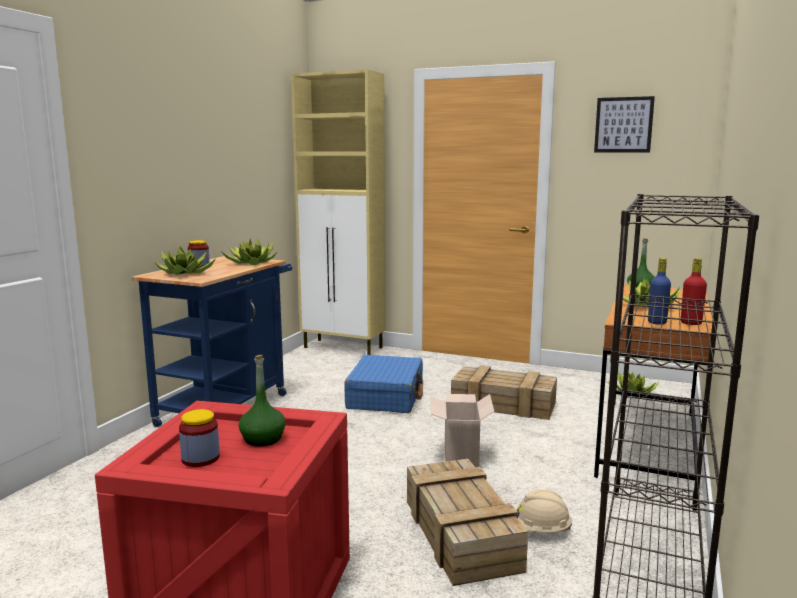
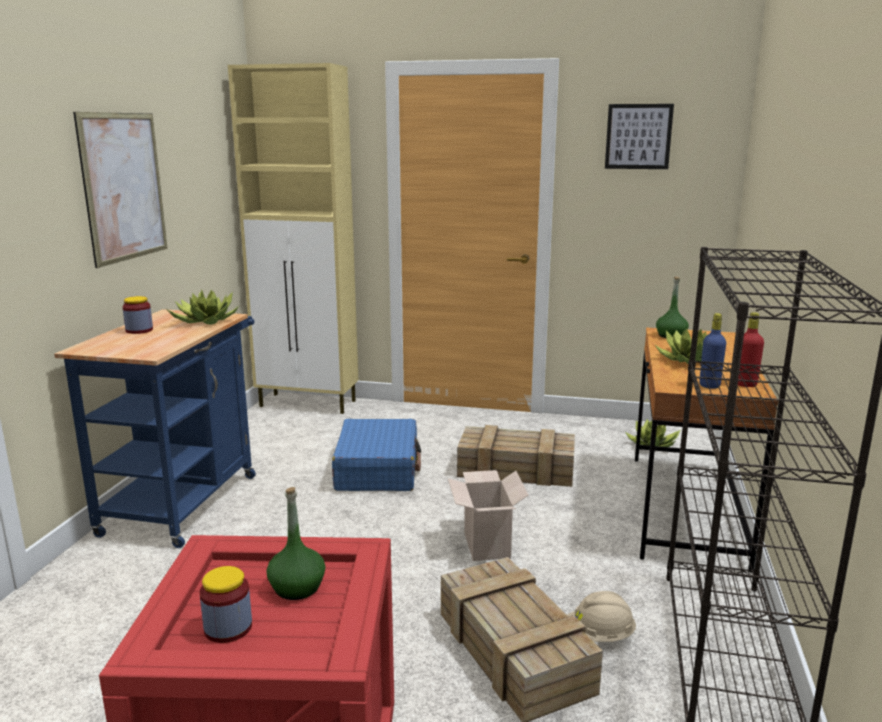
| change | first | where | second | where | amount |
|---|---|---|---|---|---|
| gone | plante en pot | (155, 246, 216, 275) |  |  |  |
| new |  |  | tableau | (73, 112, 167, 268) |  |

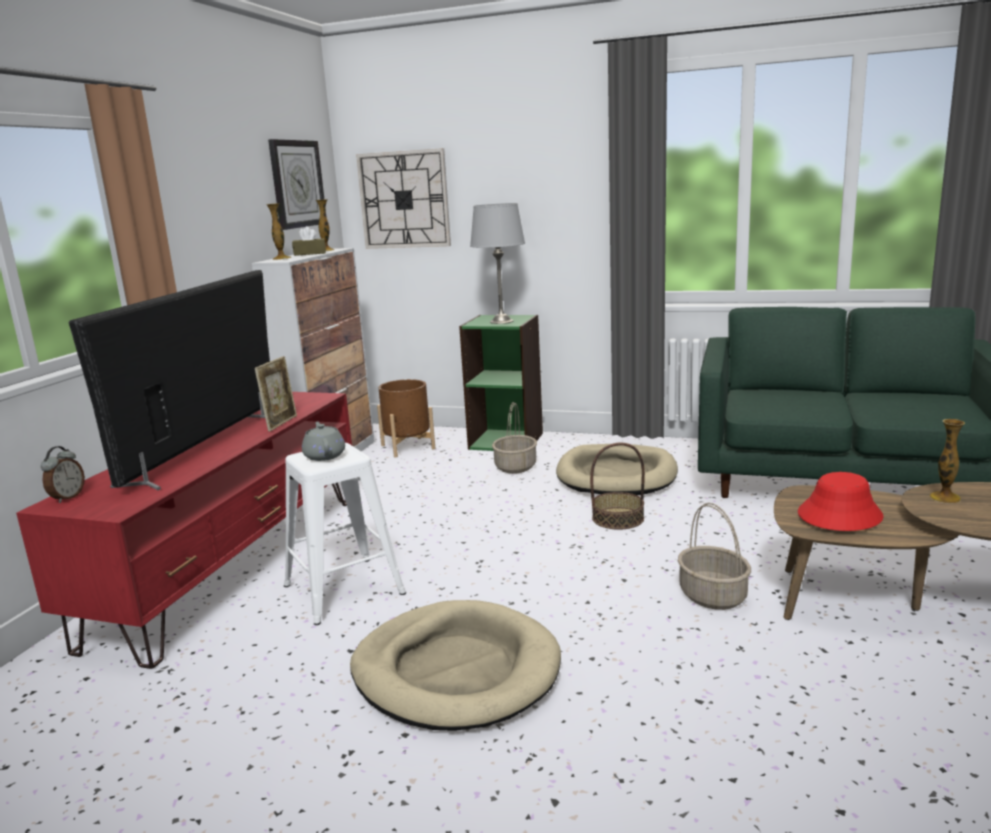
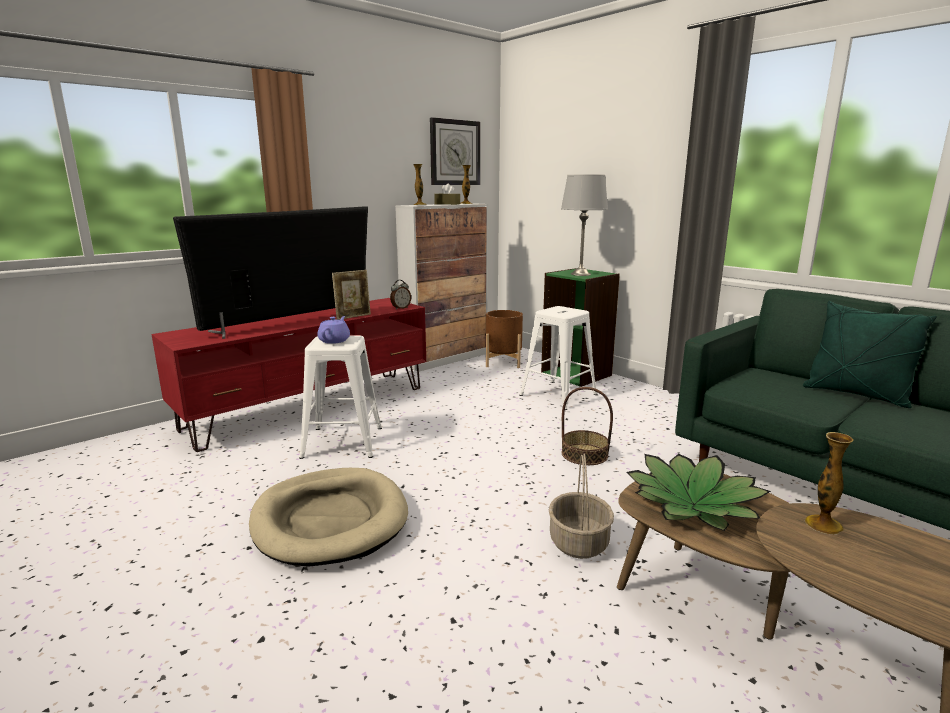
| change | first | where | second | where | amount |
|---|---|---|---|---|---|
| shifted | réveil | (41, 446, 85, 503) |  | (390, 280, 411, 310) |  |
| repainted | théière [gris] | (302, 421, 345, 461) | théière [violet] | (317, 316, 350, 344) |  |
| gone | horloge murale | (356, 148, 451, 249) |  |  |  |
| swapped | panier | (492, 402, 537, 474) | tabouret [blanc] | (519, 306, 598, 410) |  |
| gone | panier pour chien [beige] | (556, 444, 678, 495) |  |  |  |
| swapped | chapeau [rouge] | (798, 472, 884, 531) | plante en pot | (627, 454, 771, 531) |  |
| new |  |  | coussin [vert] | (803, 301, 937, 408) |  |

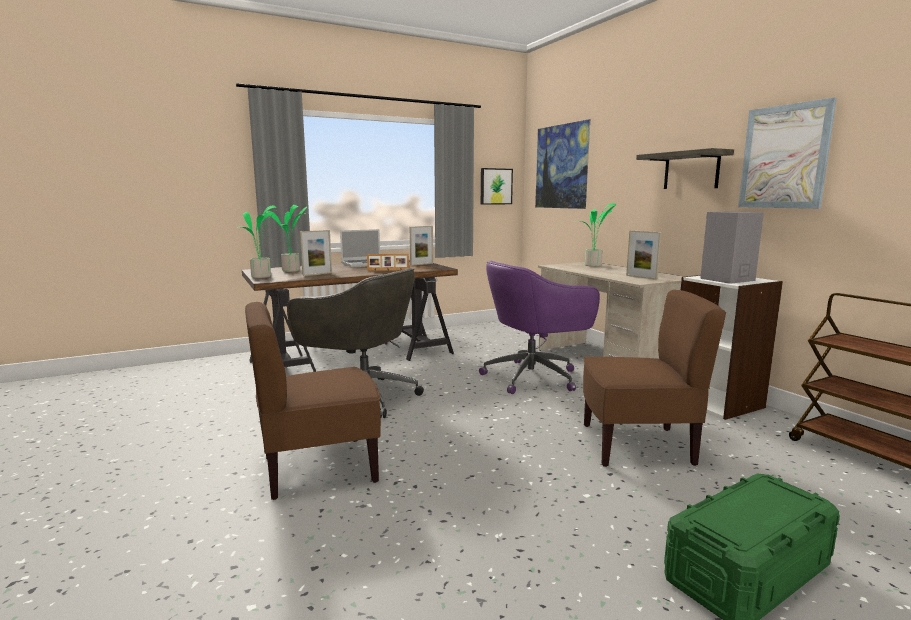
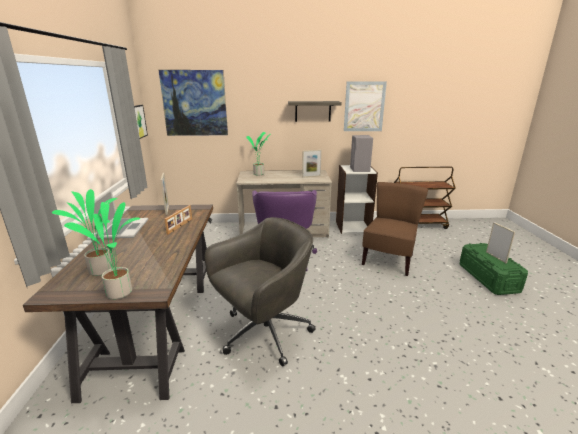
| change | first | where | second | where | amount |
|---|---|---|---|---|---|
| gone | chaise [marron] | (245, 302, 381, 500) |  |  |  |
| shifted | cadre photo | (300, 230, 332, 276) |  | (486, 222, 516, 263) |  |

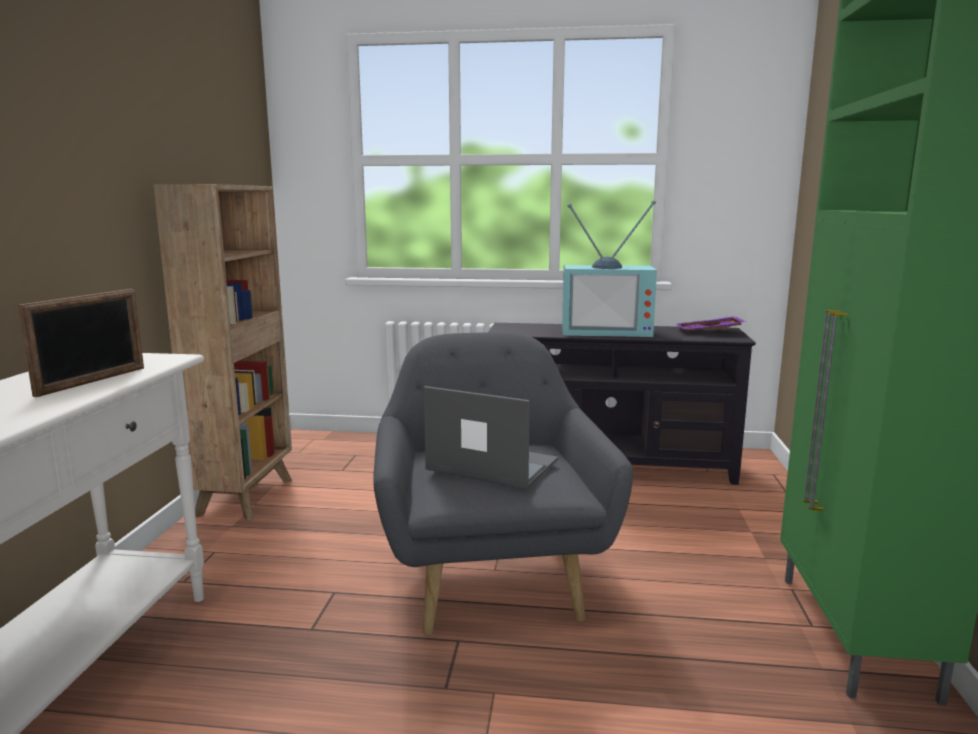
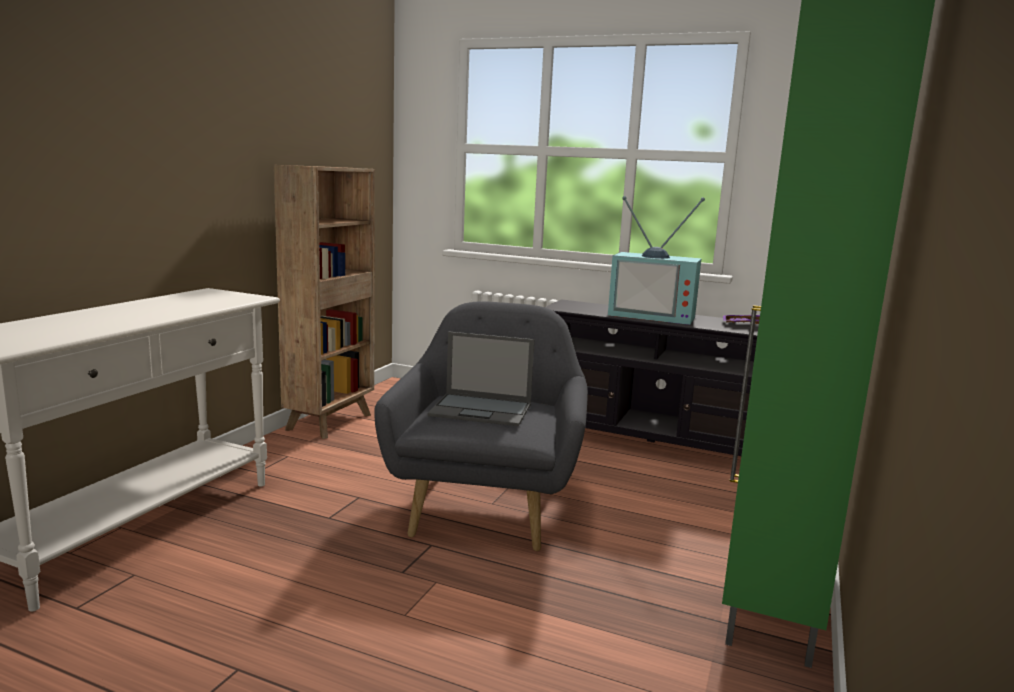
| change | first | where | second | where | amount |
|---|---|---|---|---|---|
| gone | cadre photo | (18, 289, 144, 397) |  |  |  |
| rotated | ordinateur portable | (424, 386, 558, 489) |  | (428, 332, 534, 426) | 150 degrees clockwise |

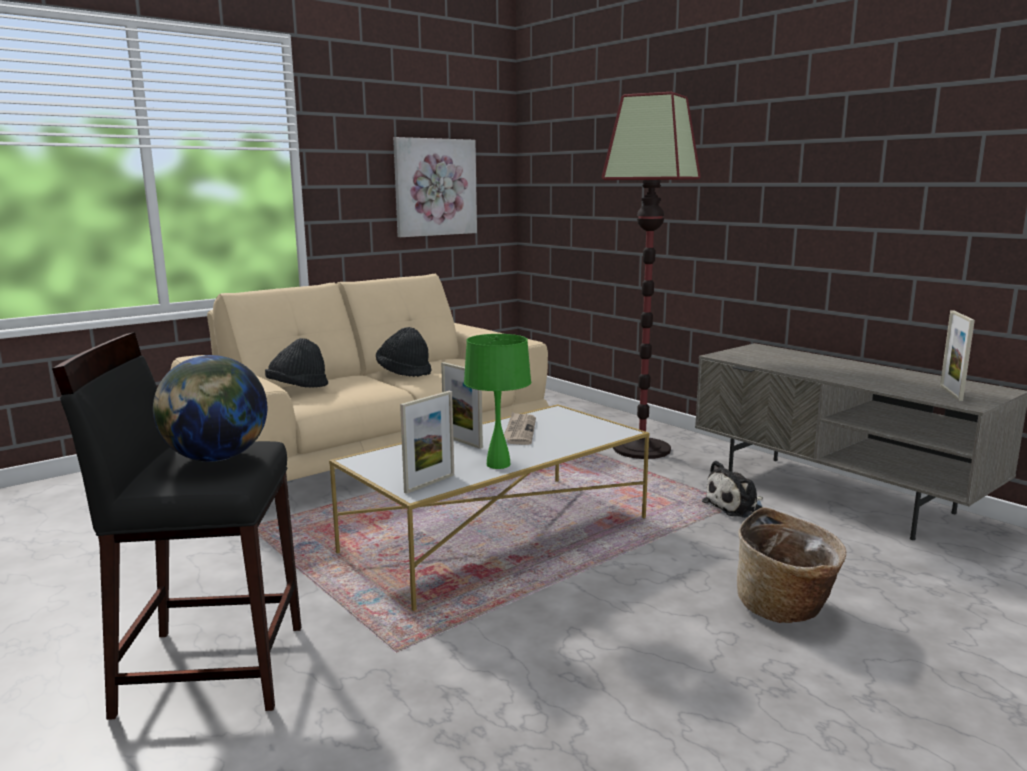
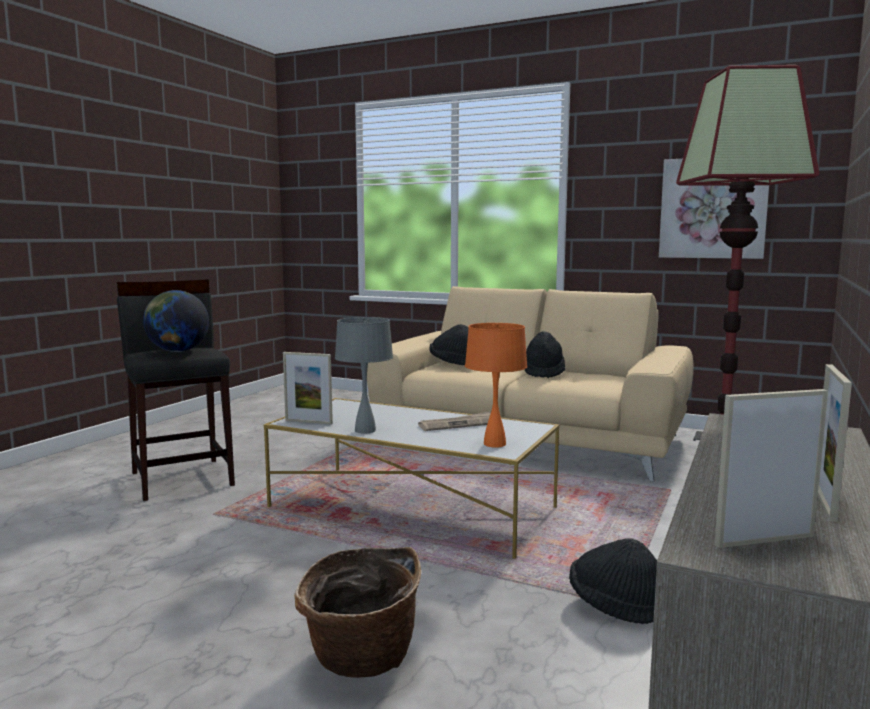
| change | first | where | second | where | amount |
|---|---|---|---|---|---|
| shifted | cadre photo | (441, 362, 483, 449) |  | (818, 364, 852, 522) |  |
| repainted | lampe de table [vert] | (464, 334, 531, 469) | lampe de table [gris] | (335, 317, 393, 434) |  |
| swapped | peluche | (702, 461, 763, 518) | chapeau [noir] | (569, 538, 657, 624) |  |
| new |  |  | lampe de table [orange] | (465, 323, 527, 448) |  |

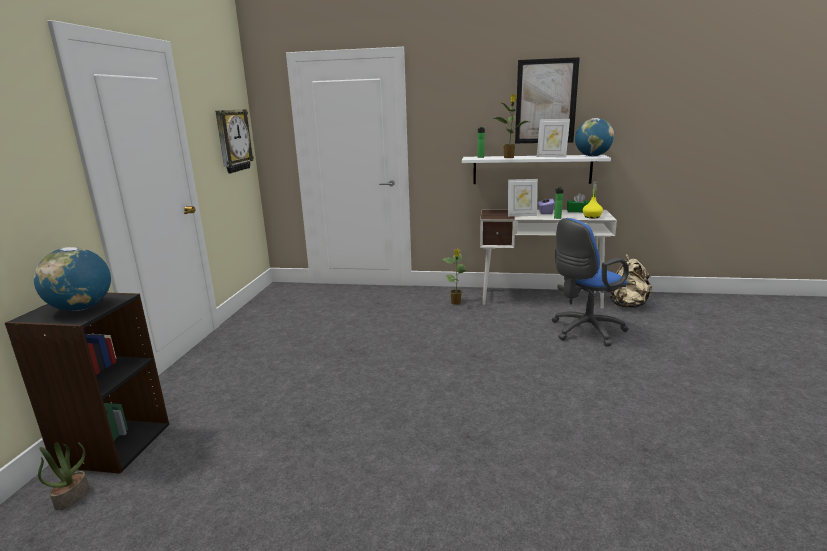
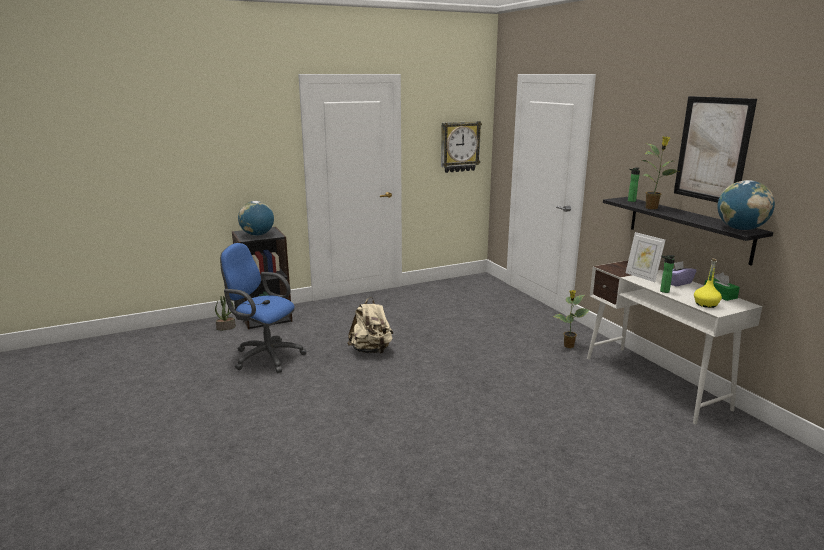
| change | first | where | second | where | amount |
|---|---|---|---|---|---|
| repainted | étagère [blanc] | (462, 155, 611, 184) | étagère [noir] | (603, 197, 773, 266) |  |
| gone | cadre photo | (537, 119, 570, 158) |  |  |  |
| shifted | chaise de bureau [bleu] | (551, 218, 629, 347) |  | (220, 243, 307, 373) |  |
| shifted | sac à dos [beige] | (610, 254, 652, 308) |  | (347, 297, 393, 354) |  |

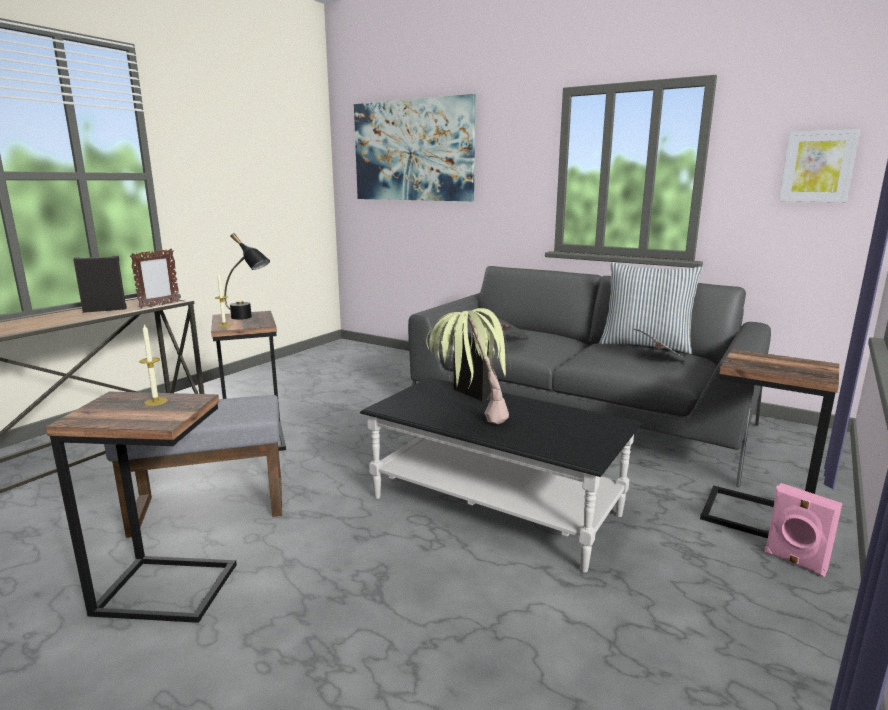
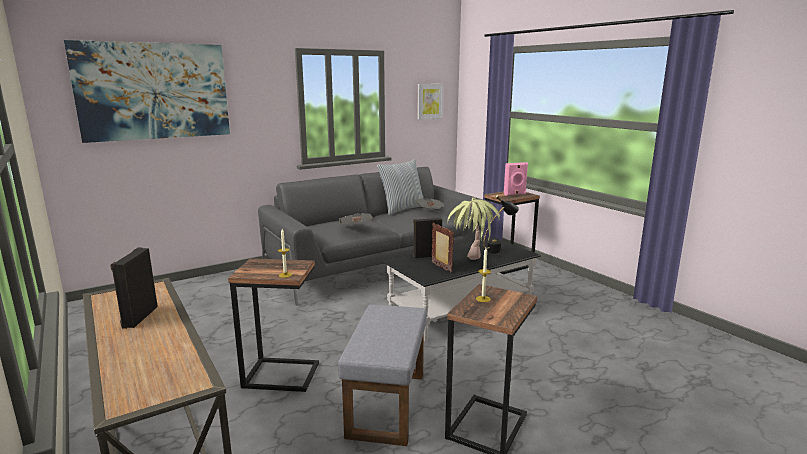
| change | first | where | second | where | amount |
|---|---|---|---|---|---|
| shifted | cadre photo | (130, 249, 180, 308) |  | (432, 222, 454, 273) |  |
| shifted | lampe de table [noir] | (224, 233, 270, 320) |  | (483, 195, 519, 253) |  |
| shifted | enceinte [rose] | (764, 483, 842, 577) |  | (504, 162, 528, 195) |  |

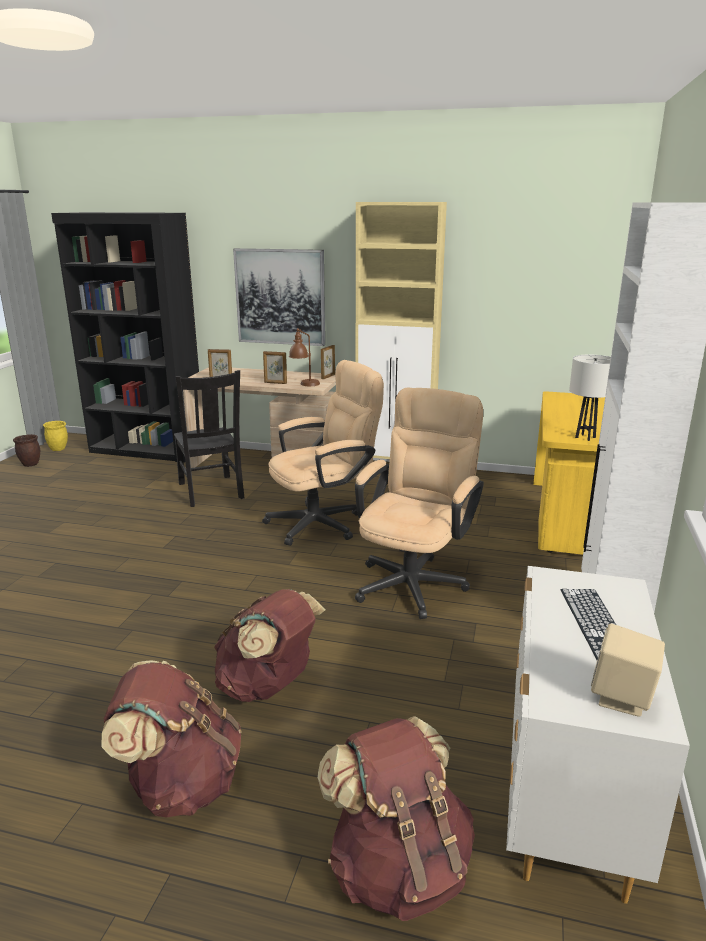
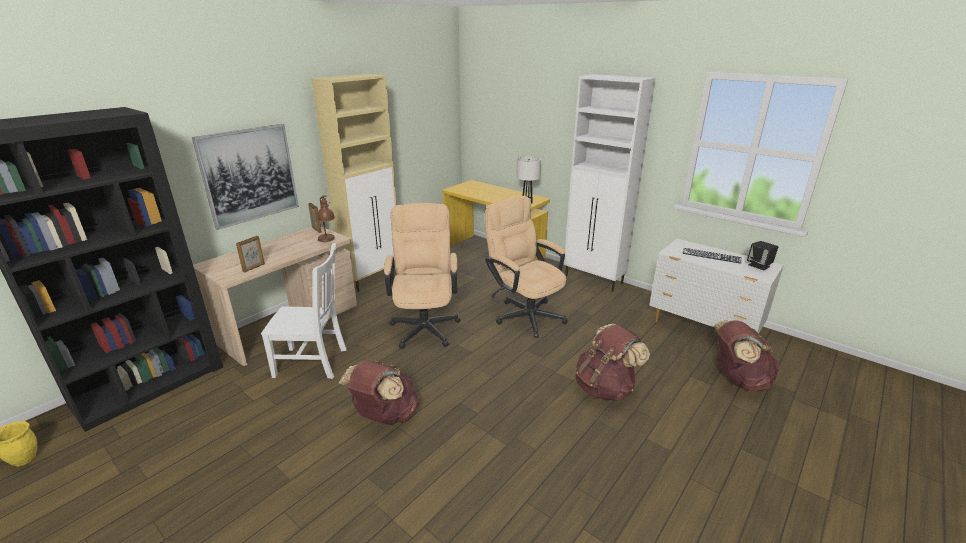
| change | first | where | second | where | amount |
|---|---|---|---|---|---|
| gone | cache-pot [marron] | (13, 434, 40, 467) |  |  |  |
| shifted | sac à dos [marron] | (101, 660, 242, 817) |  | (339, 361, 419, 425) |  |
| repainted | chaise [noir] | (174, 370, 244, 507) | chaise [blanc] | (261, 243, 347, 379) |  |
| gone | cadre photo | (263, 351, 287, 384) |  |  |  |
| repainted | enceinte [beige] | (591, 623, 665, 717) | enceinte [noir] | (747, 241, 778, 270) |  |

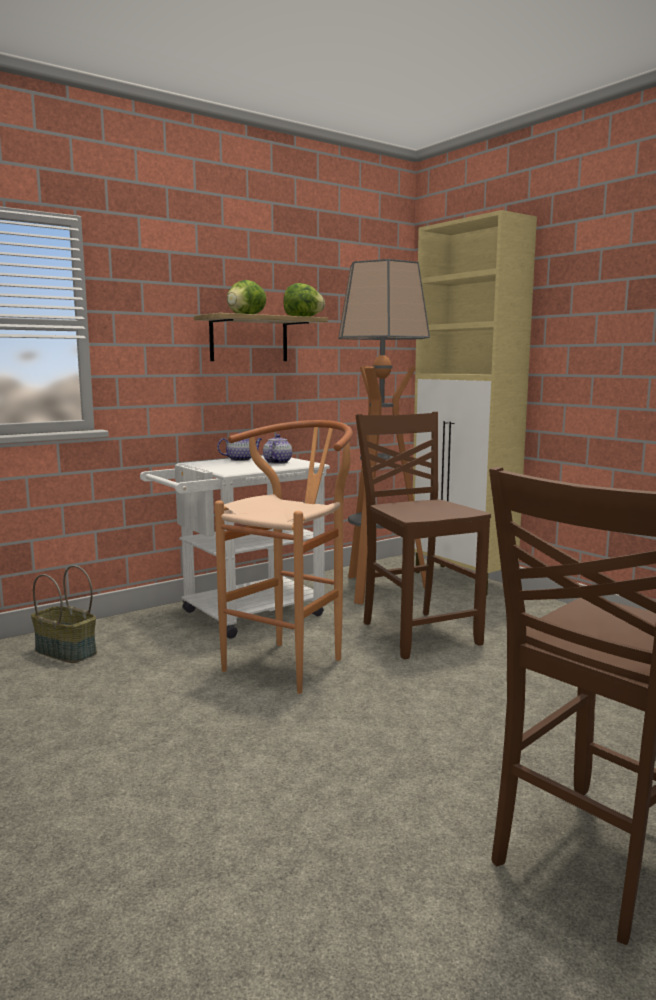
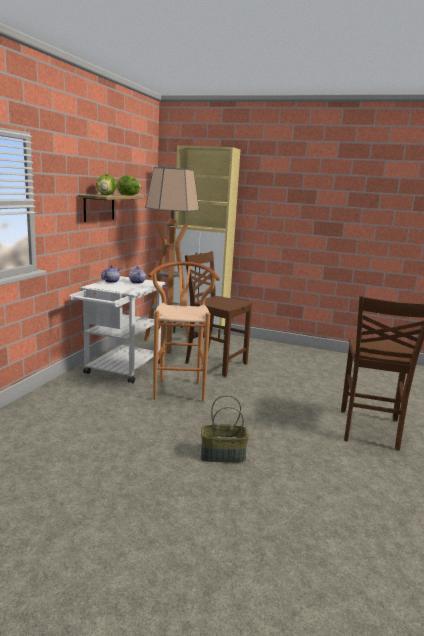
| change | first | where | second | where | amount |
|---|---|---|---|---|---|
| shifted | panier | (31, 565, 97, 663) |  | (201, 395, 249, 463) |  |

